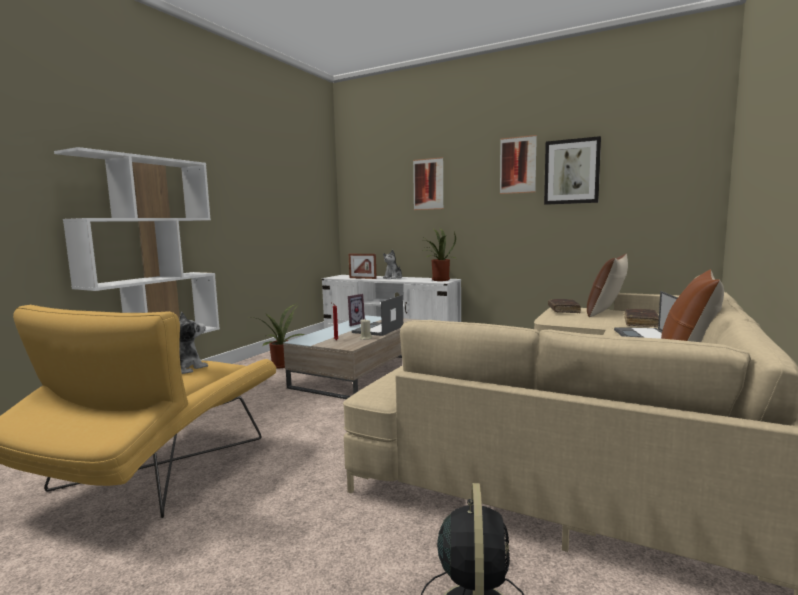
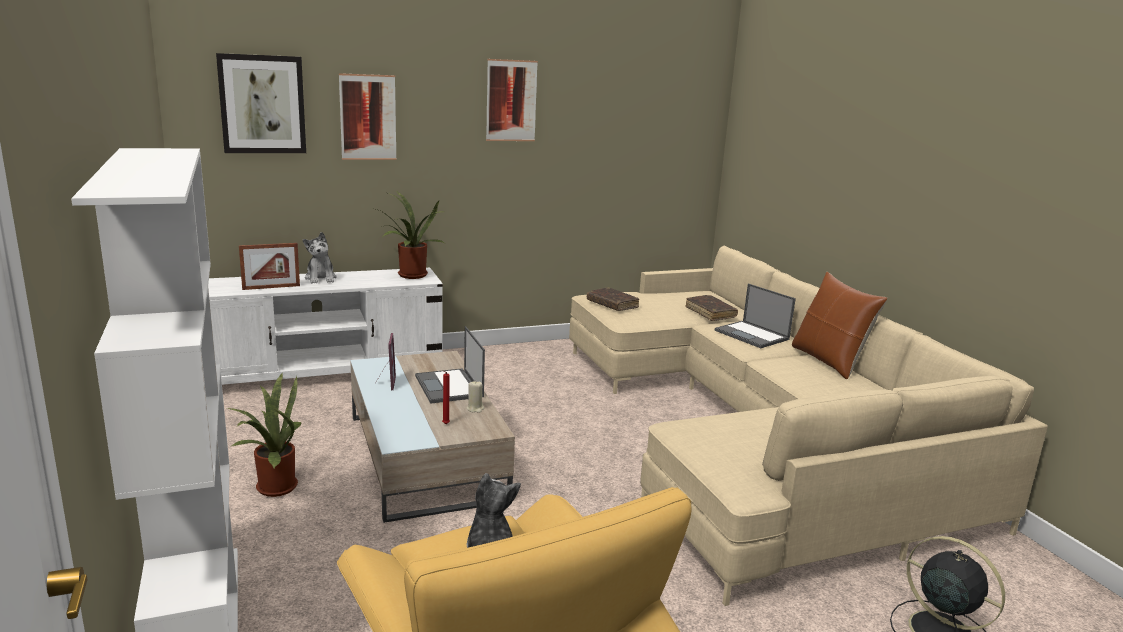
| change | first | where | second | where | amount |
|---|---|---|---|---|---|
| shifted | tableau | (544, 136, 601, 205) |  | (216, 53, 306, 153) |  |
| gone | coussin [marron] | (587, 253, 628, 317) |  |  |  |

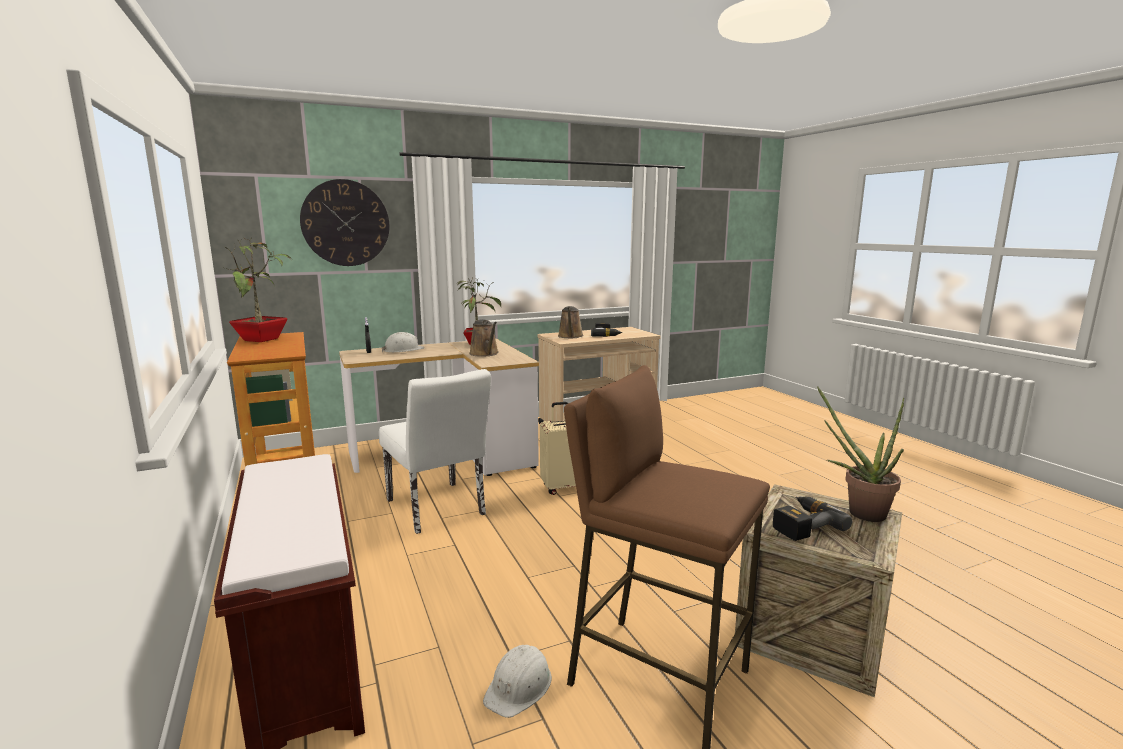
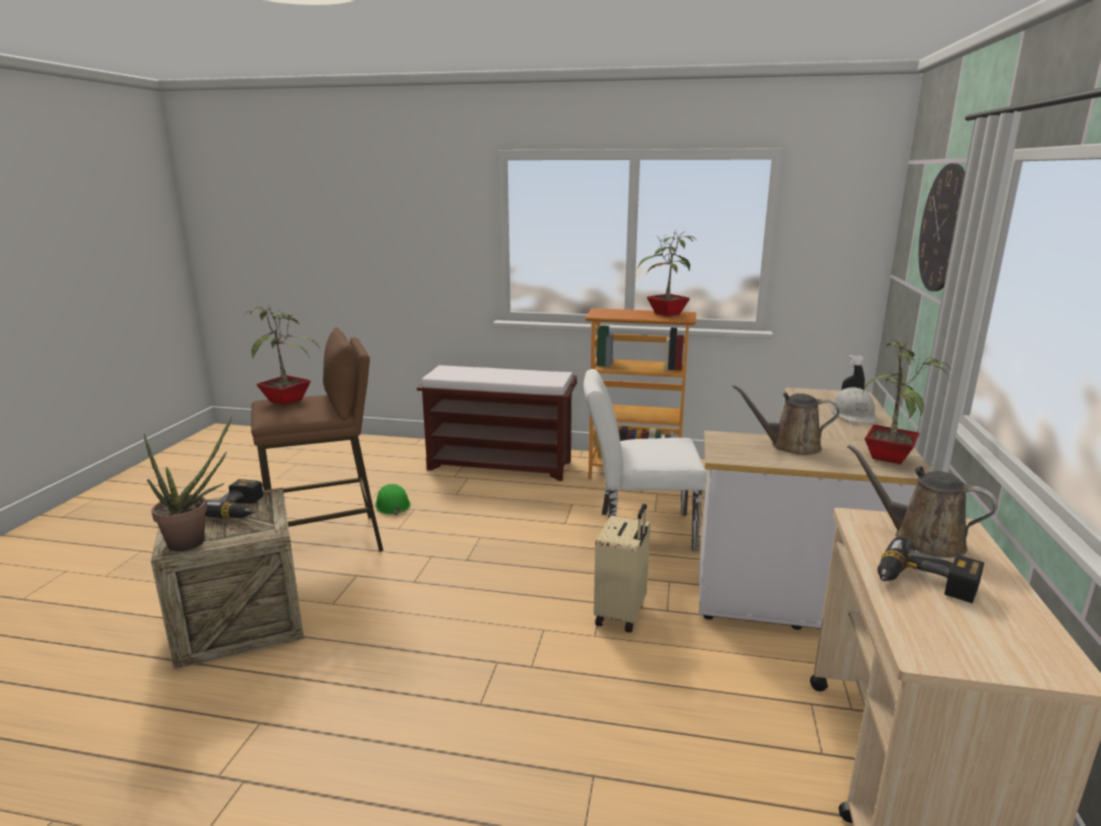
| change | first | where | second | where | amount |
|---|---|---|---|---|---|
| repainted | casque de chantier [blanc] | (483, 645, 552, 718) | casque de chantier [vert] | (375, 484, 411, 516) |  |
| new |  |  | plante en pot | (243, 305, 321, 406) |  |

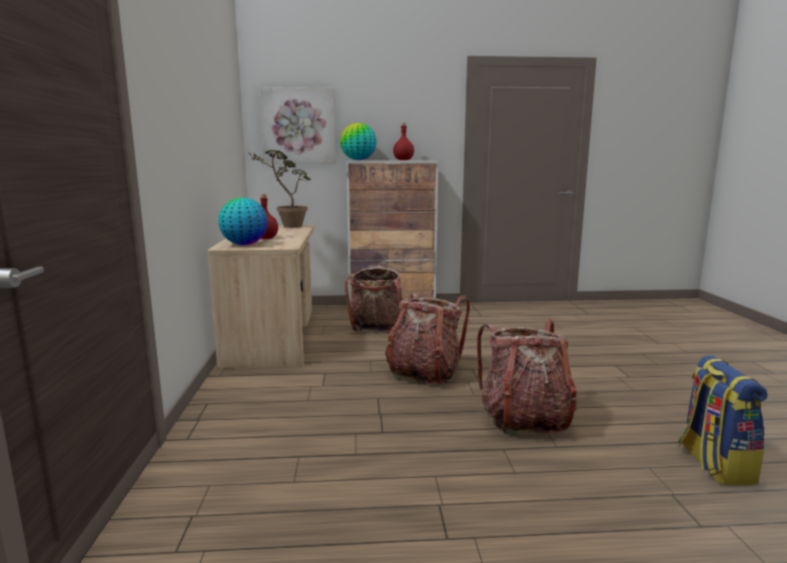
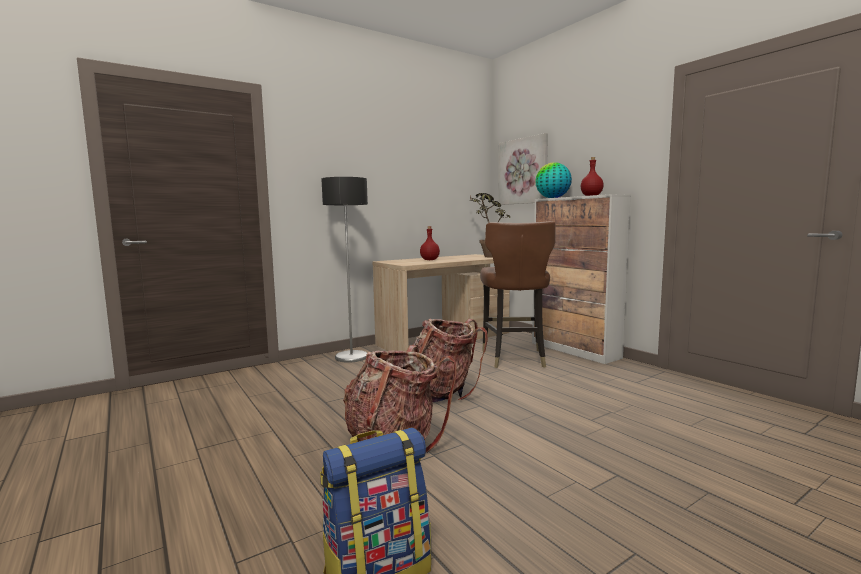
| change | first | where | second | where | amount |
|---|---|---|---|---|---|
| gone | globe | (218, 197, 268, 245) |  |  |  |
| swapped | sac à dos | (345, 266, 403, 331) | chaise [marron] | (480, 221, 555, 368) |  |
| new |  |  | lampadaire | (321, 177, 368, 363) |  |

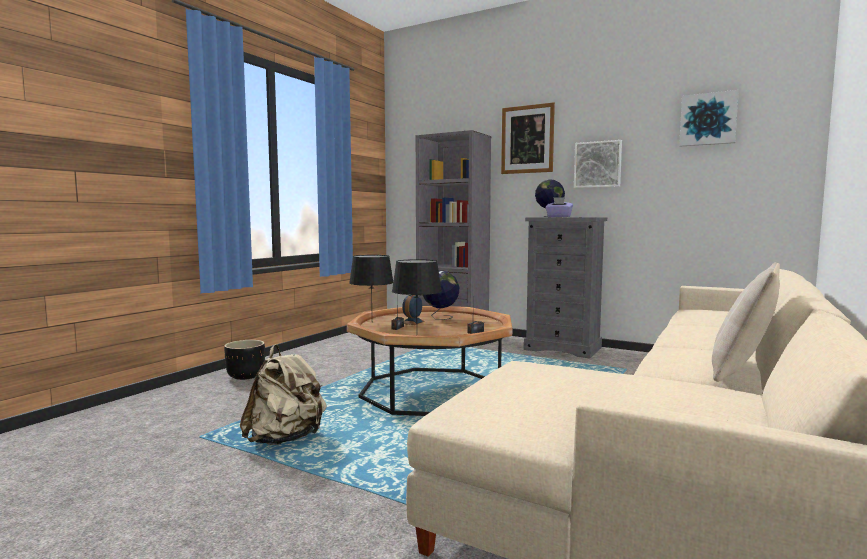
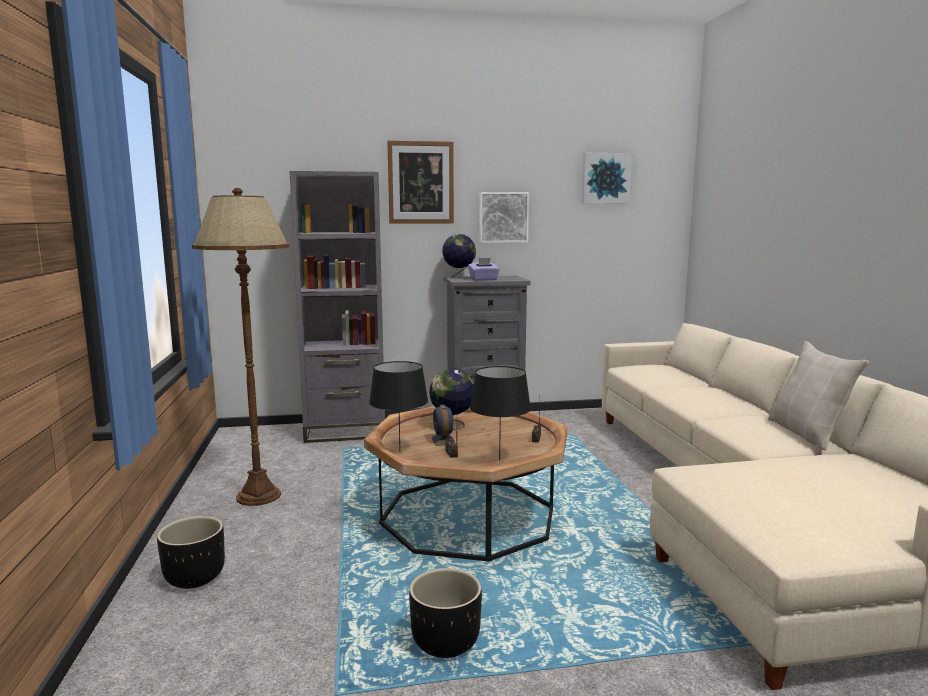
| change | first | where | second | where | amount |
|---|---|---|---|---|---|
| swapped | sac à dos [beige] | (240, 345, 327, 445) | cache-pot [noir] | (409, 568, 482, 658) |  |
| new |  |  | lampadaire [marron] | (192, 188, 289, 506) |  |

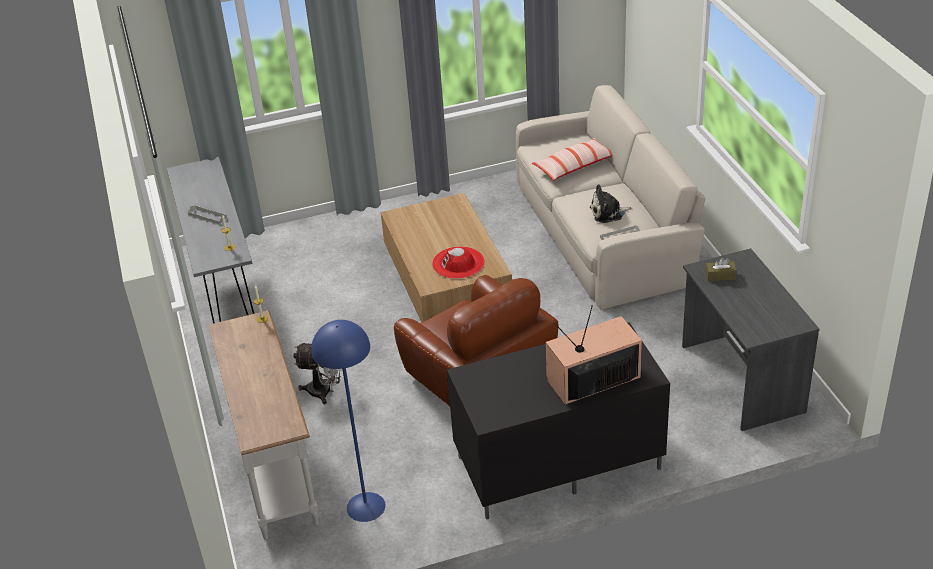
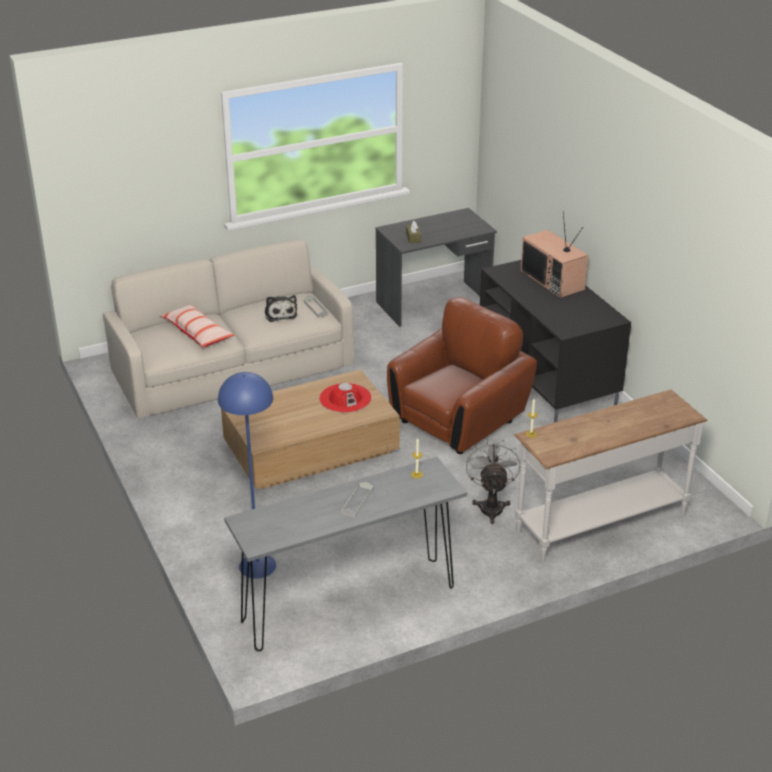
| change | first | where | second | where | amount |
|---|---|---|---|---|---|
| shifted | lampadaire [bleu] | (311, 320, 386, 522) |  | (218, 372, 276, 579) |  |

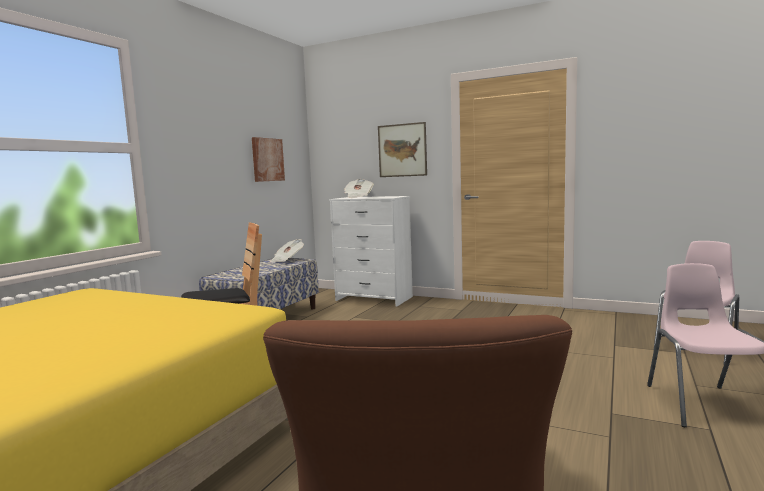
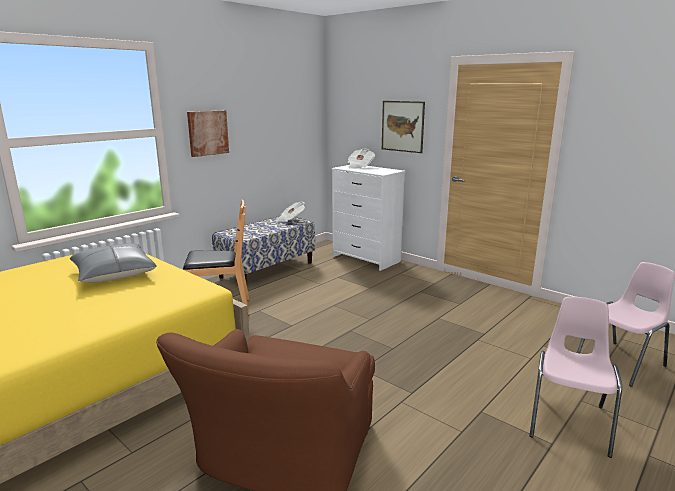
| change | first | where | second | where | amount |
|---|---|---|---|---|---|
| shifted | tableau | (252, 137, 285, 182) |  | (187, 110, 229, 157) |  |
| new |  |  | coussin [gris] | (70, 243, 157, 283) |  |

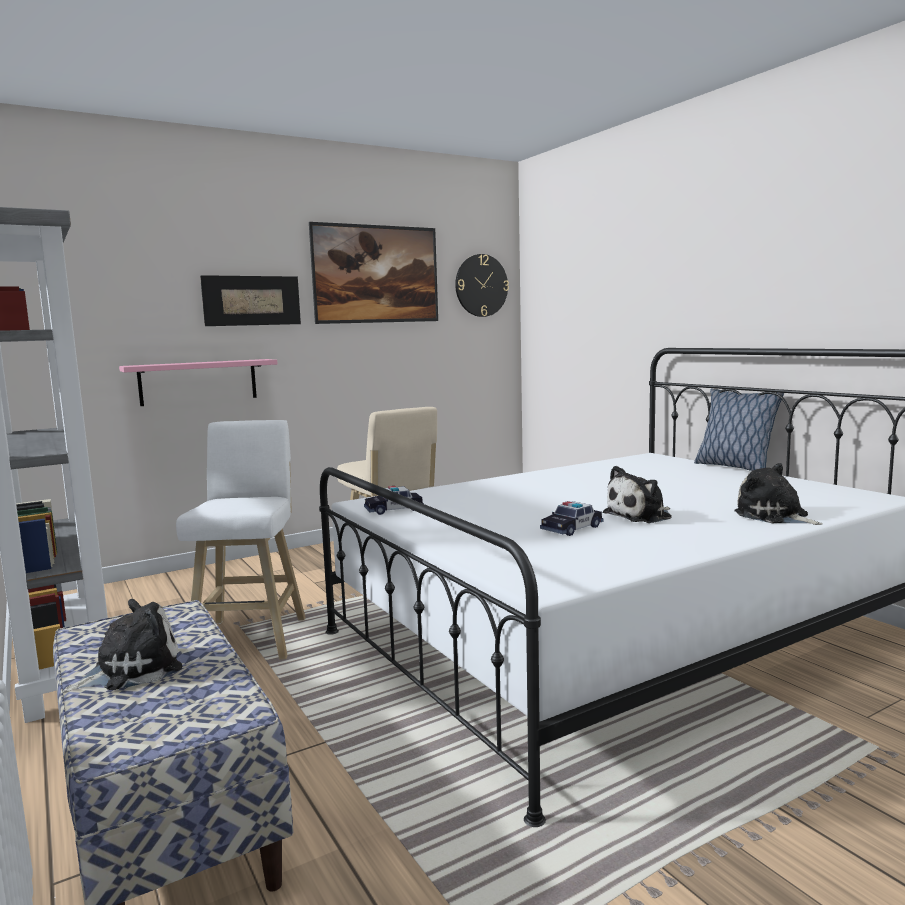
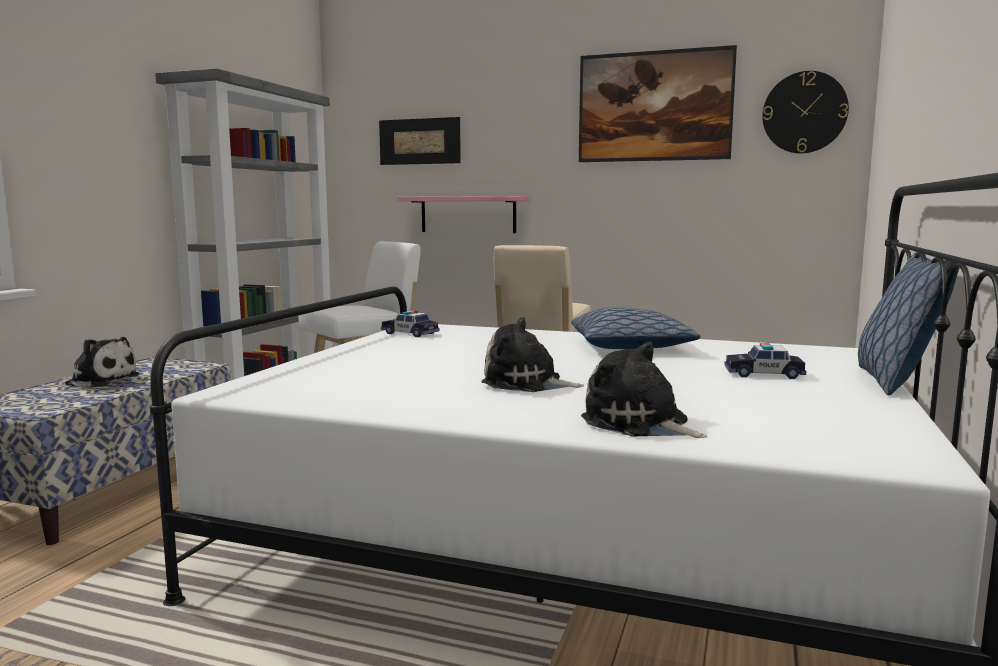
| change | first | where | second | where | amount |
|---|---|---|---|---|---|
| shifted | tableau | (200, 275, 301, 326) |  | (379, 117, 461, 165) |  |
| shifted | petite voiture | (540, 501, 603, 536) |  | (724, 343, 806, 379) |  |
| rotated | peluche | (734, 463, 823, 525) |  | (581, 342, 707, 438) | 60 degrees counterclockwise |
| new |  |  | coussin | (571, 307, 700, 349) |  |

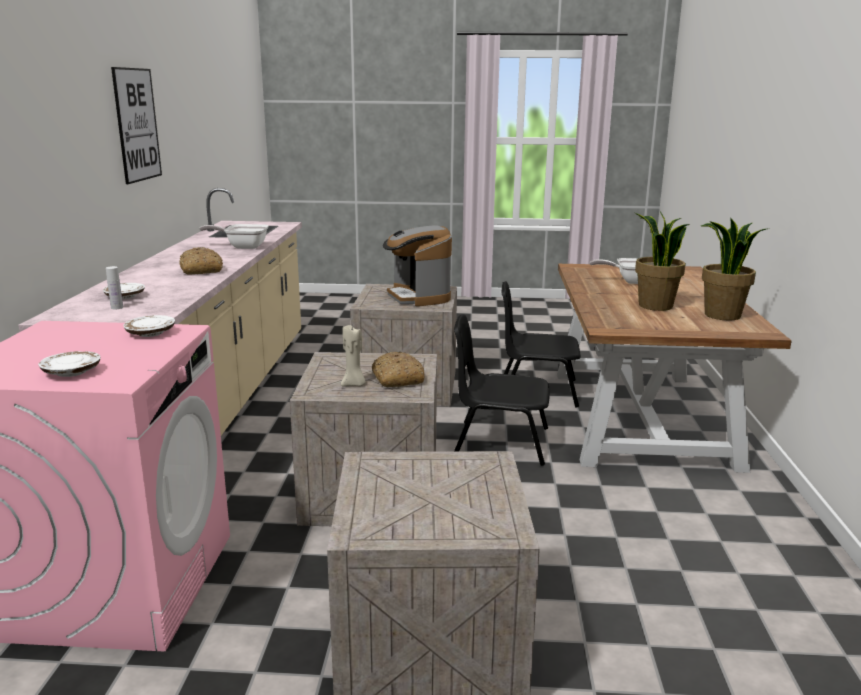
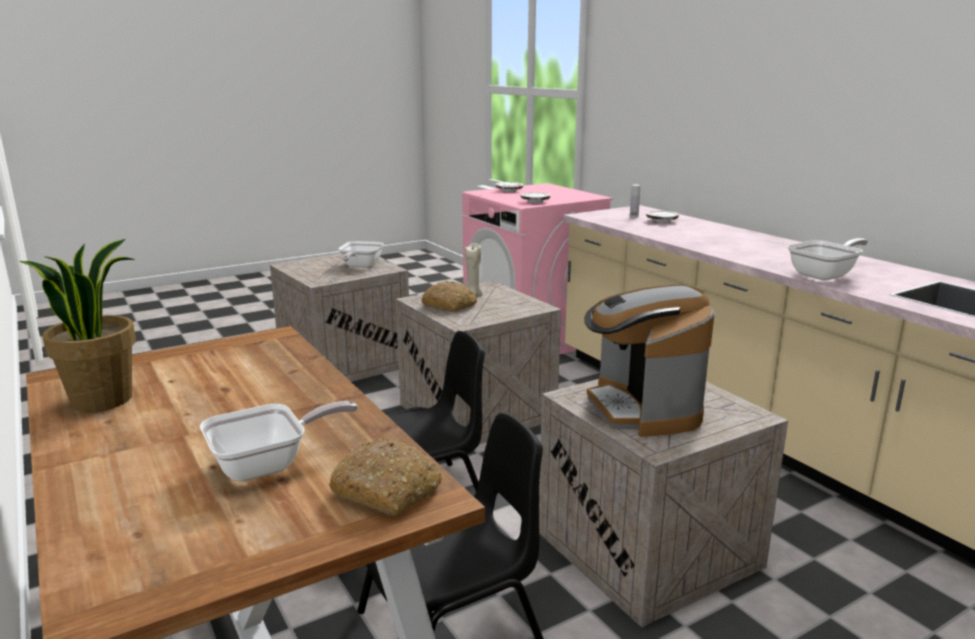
| change | first | where | second | where | amount |
|---|---|---|---|---|---|
| gone | tableau | (111, 67, 162, 184) |  |  |  |
| shifted | pain | (179, 247, 223, 275) |  | (328, 439, 442, 516) |  |
| rotated | machine à café | (383, 225, 452, 306) |  | (584, 285, 715, 437) | 135 degrees counterclockwise |
| gone | plante en pot | (635, 212, 690, 311) |  |  |  |
| new |  |  | poêle | (338, 241, 384, 268) |  |

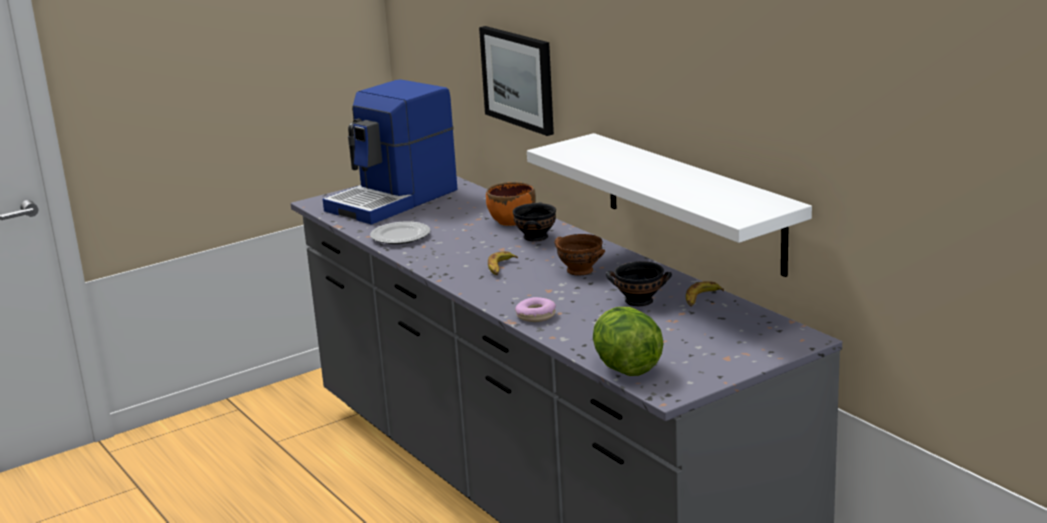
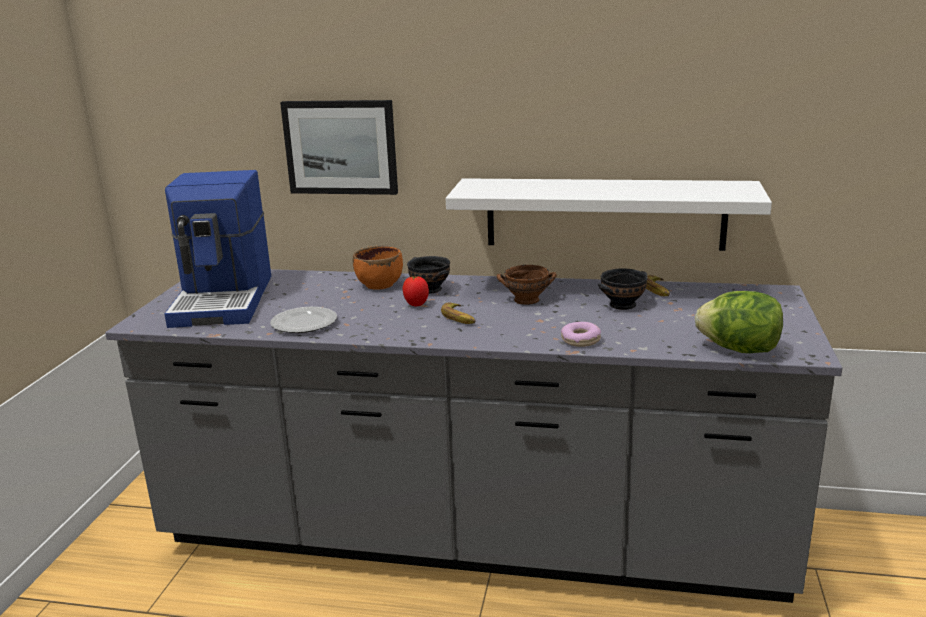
| change | first | where | second | where | amount |
|---|---|---|---|---|---|
| new |  |  | tomate | (403, 276, 429, 306) |  |

